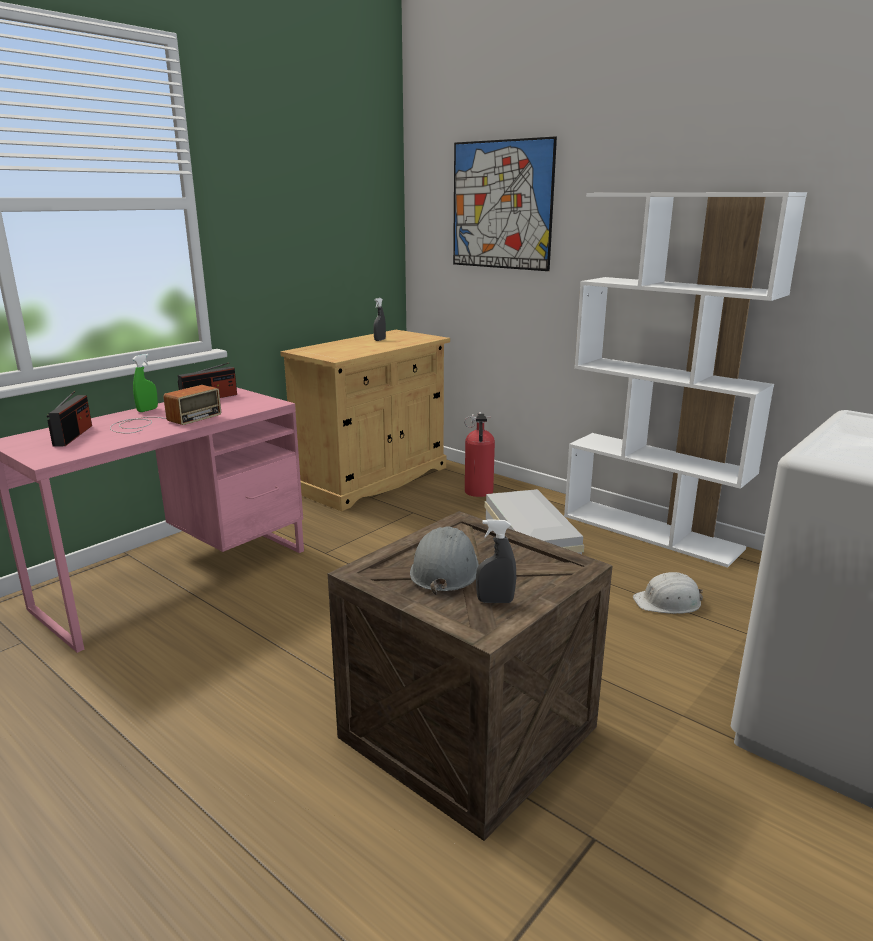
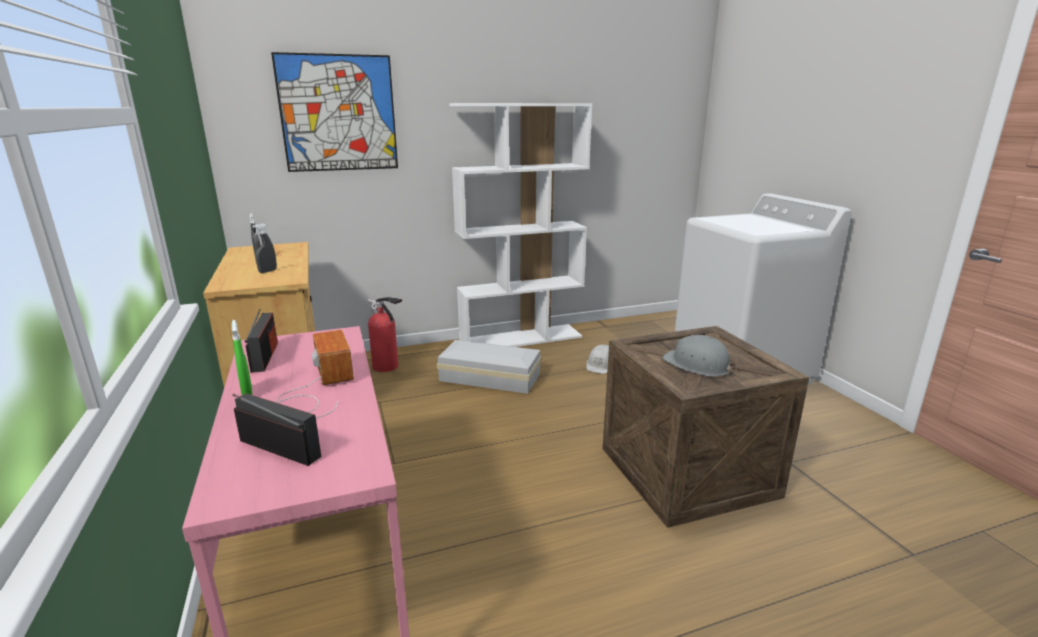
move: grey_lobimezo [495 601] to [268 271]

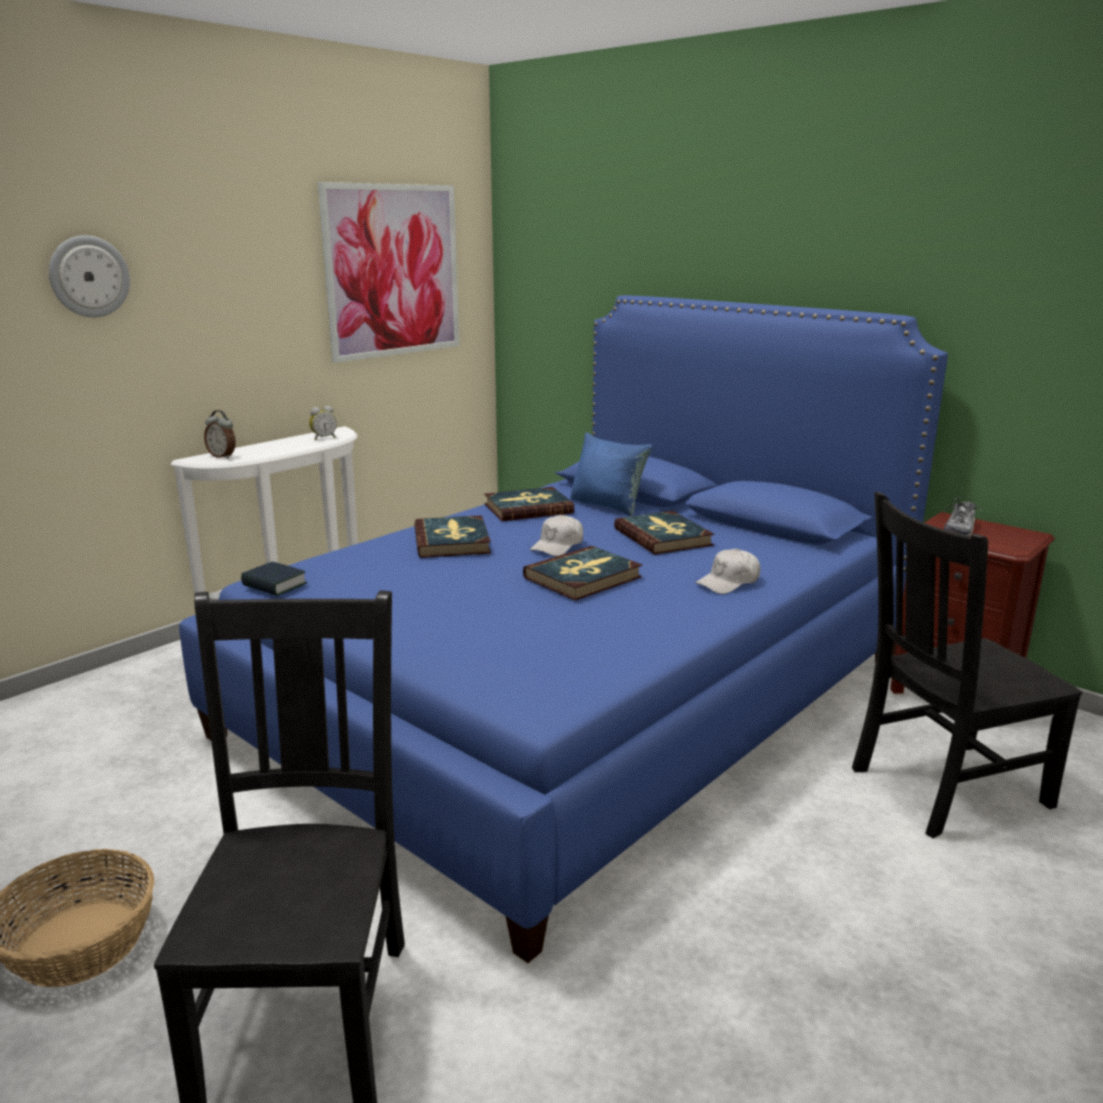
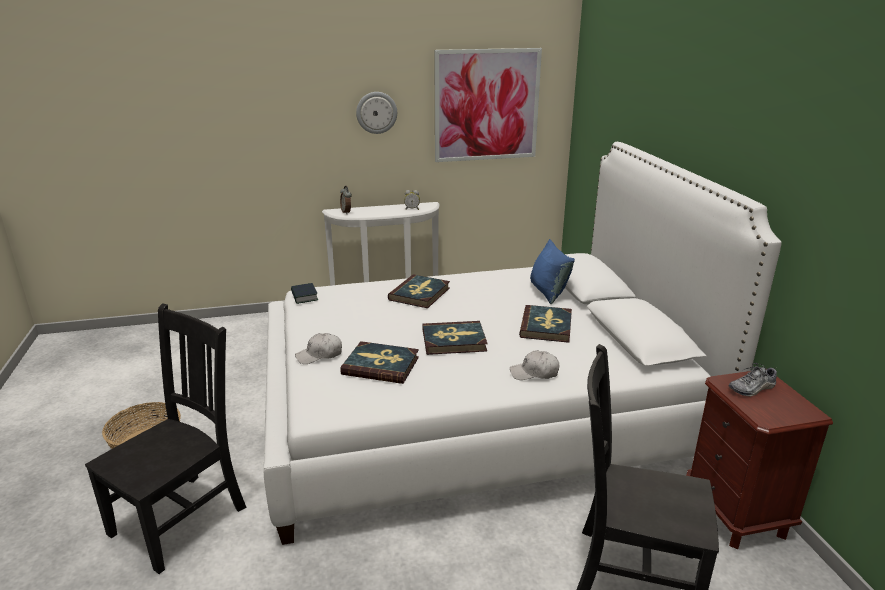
move: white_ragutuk [558 546] to [319 355]; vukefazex [528 508] to [381 365]; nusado [89 276] to [376 112]
recolor: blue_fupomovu [577 695] to white_fupomovu [474 410]

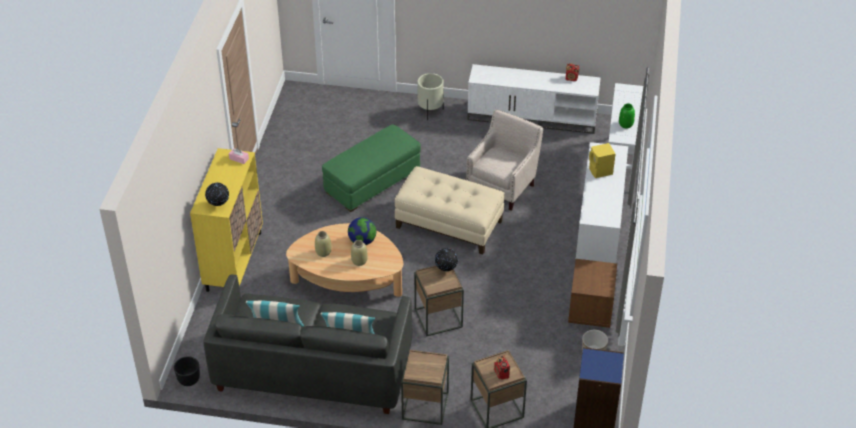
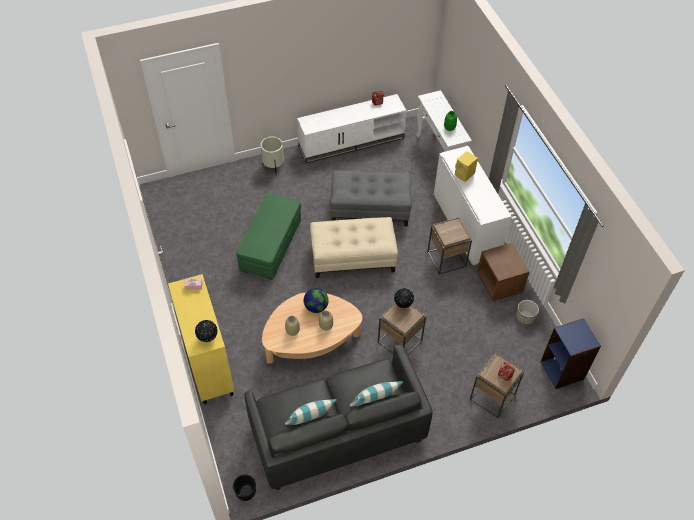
move: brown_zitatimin [425 406] to [446 259]
replace: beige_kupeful [503 186] to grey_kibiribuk [370 208]

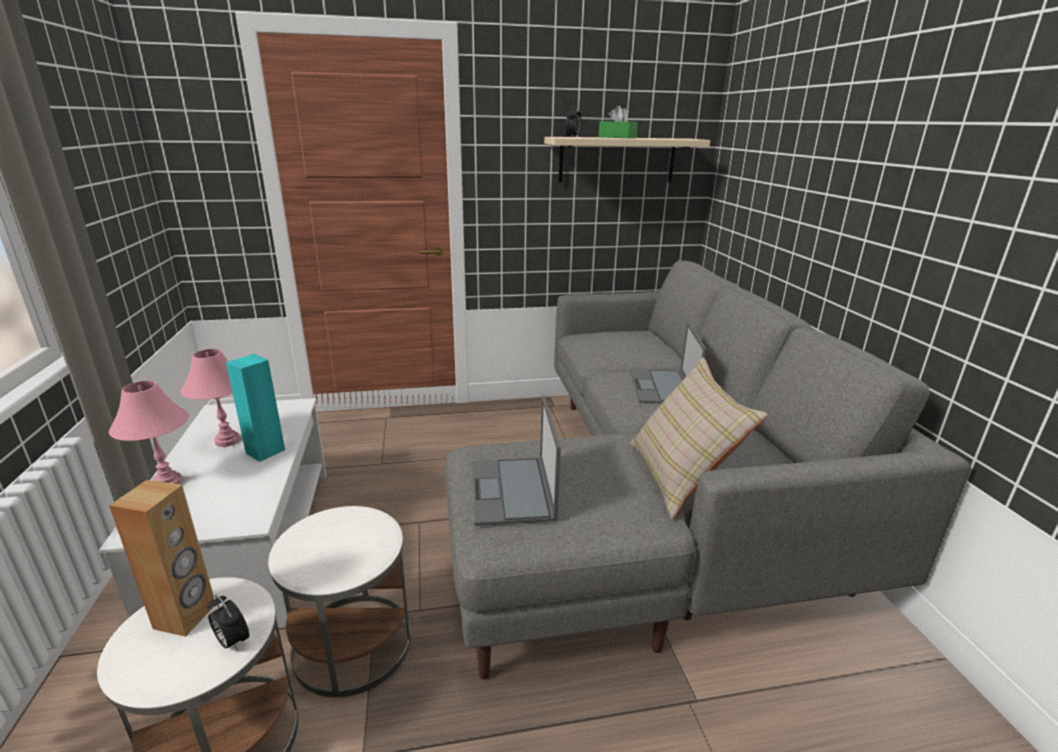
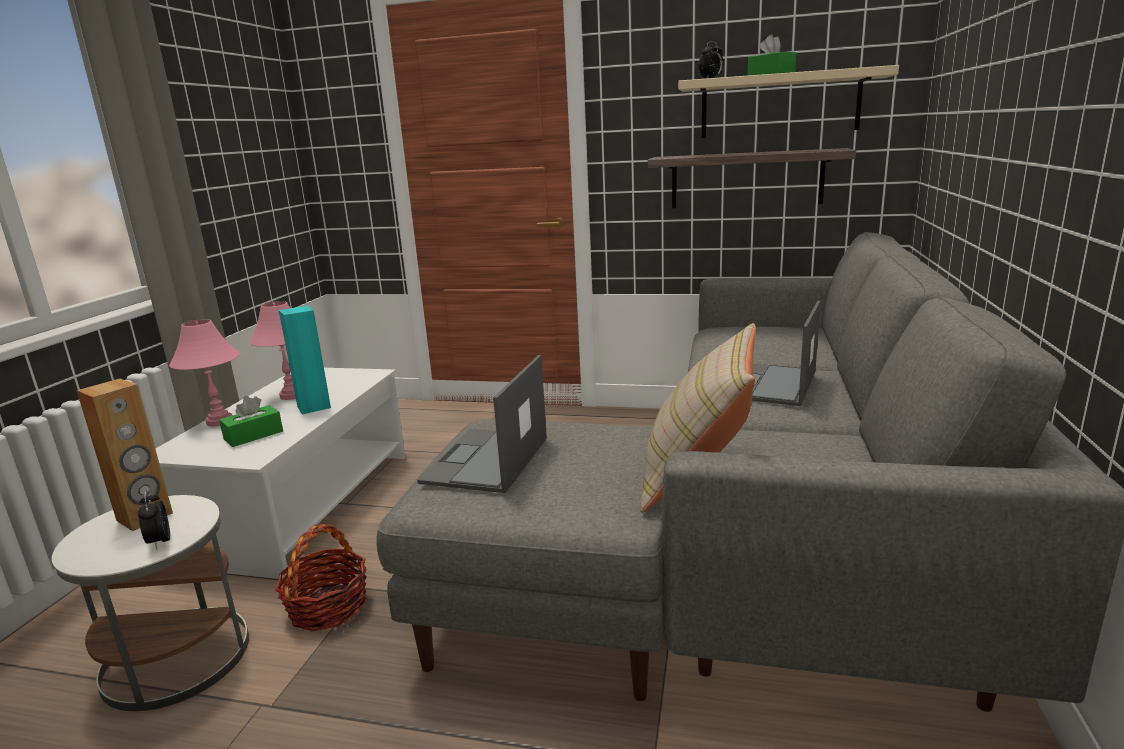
insert: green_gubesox [253 435]; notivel [746 179]
replace: white_zitatimin [352 643] to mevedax [328 607]

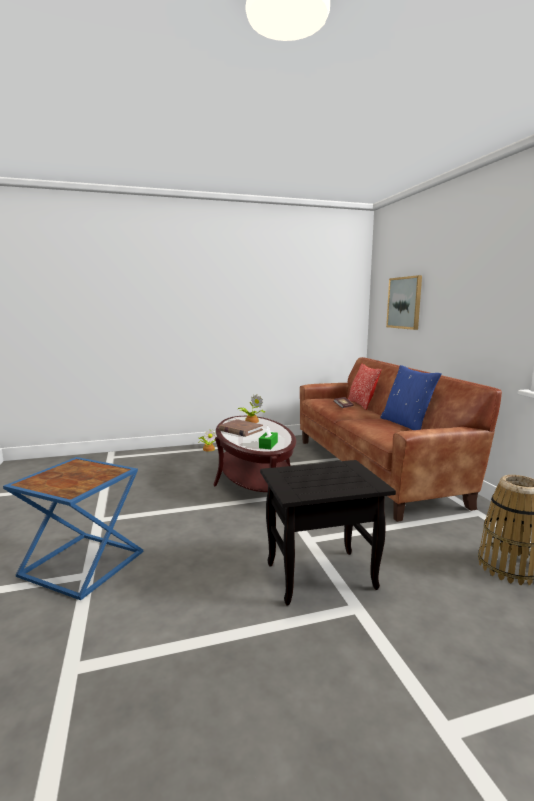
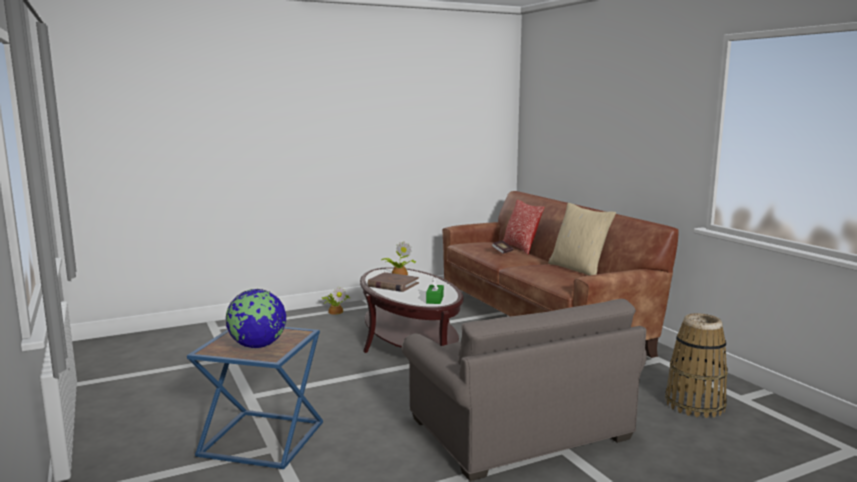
delete: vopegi [404 303]
insert: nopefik [257 346]
replace: black_zitatimin [319 577] to grey_kupeful [518 428]
recolor: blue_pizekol [406 424] to beige_pizekol [578 269]

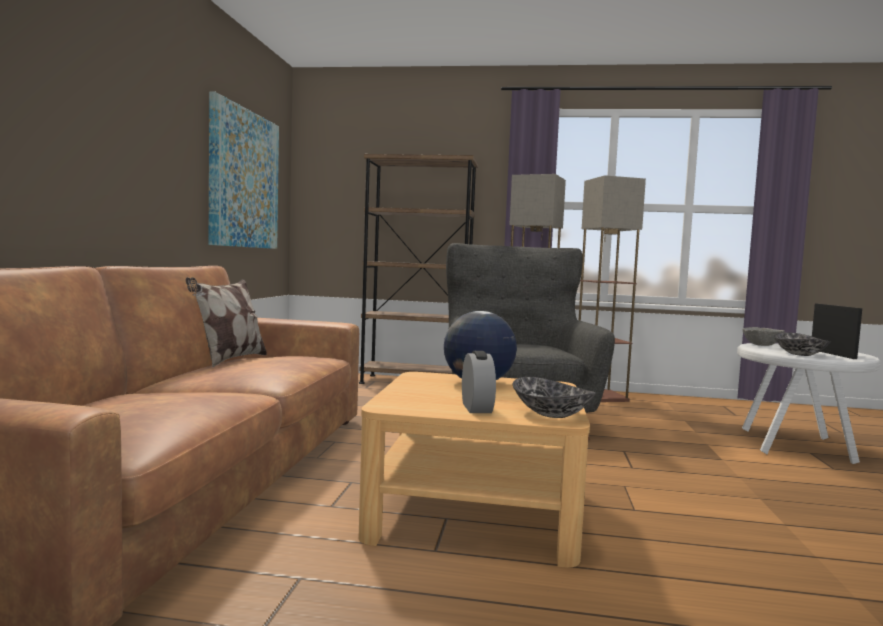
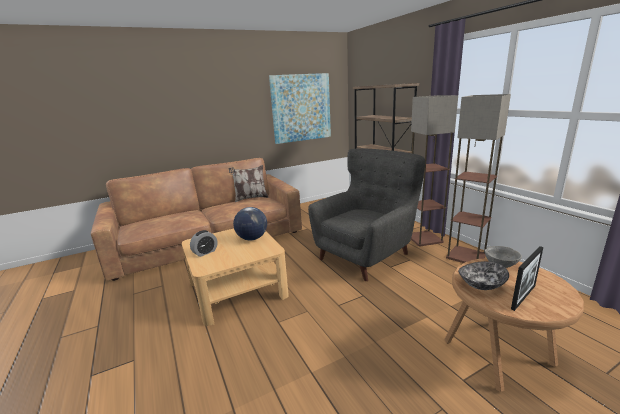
delete: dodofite [552 414]
recolor: white_zitatimin [796 445] to brown_zitatimin [499 353]

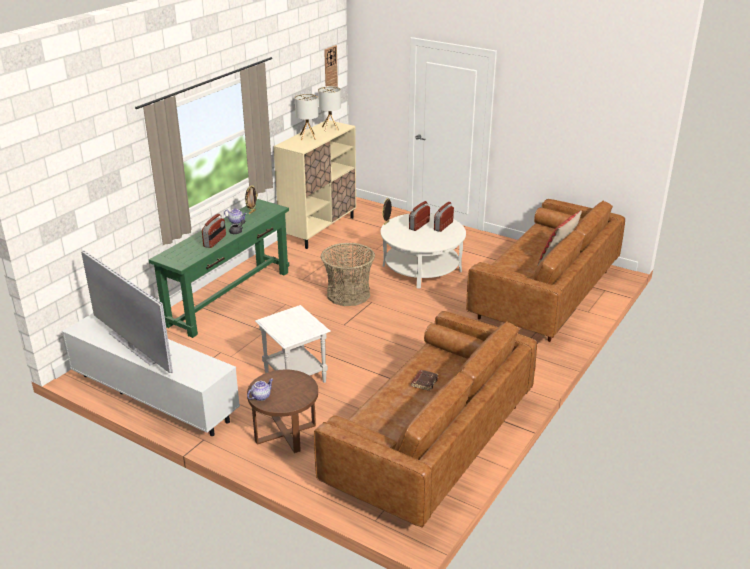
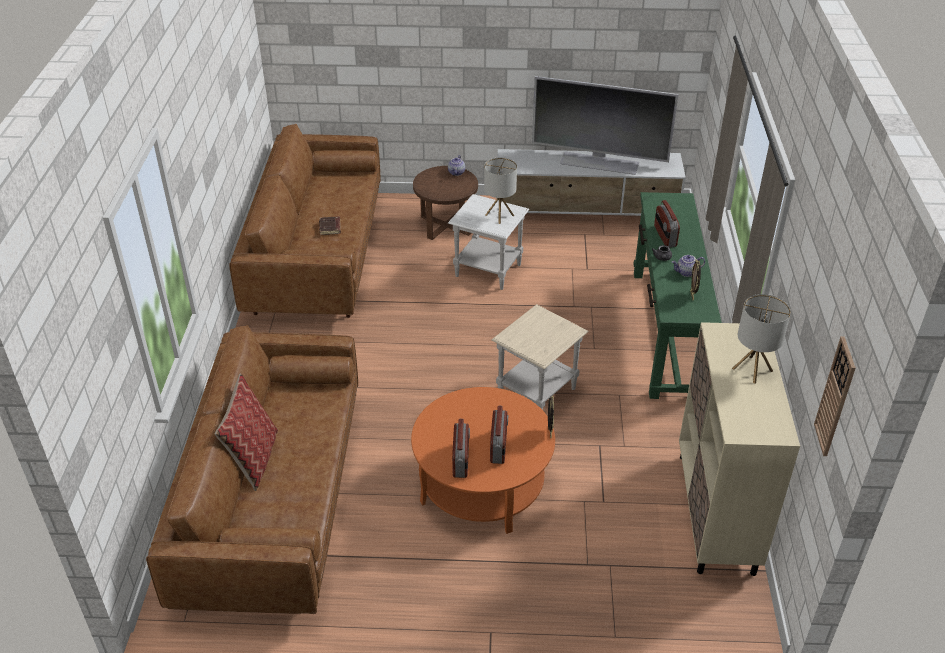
move: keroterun [330 128] to [499 215]
replace: mevedax [348 294] to beige_zitatimin [537 392]
recolor: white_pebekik [422 268] to orange_pebekik [482 484]

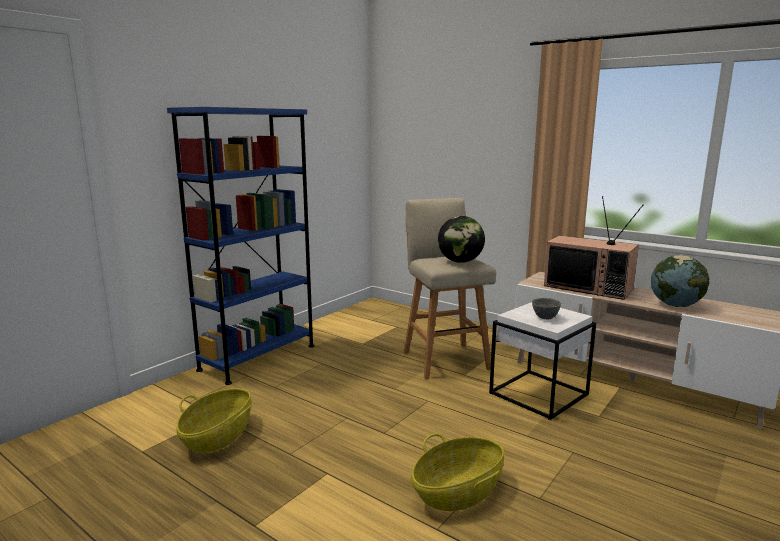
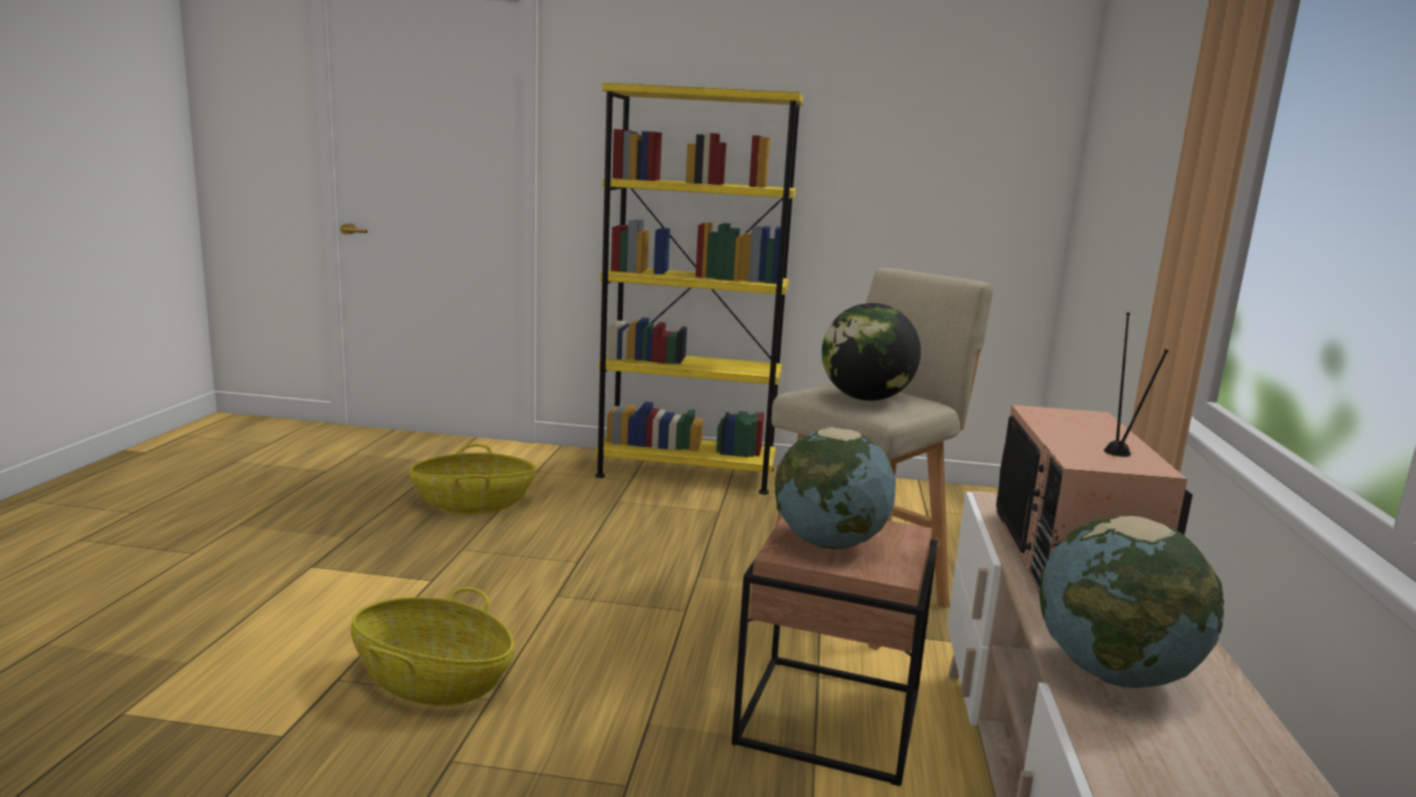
replace: grey_dodofite [545 318] to nopefik [829 543]
recolor: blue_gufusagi [258 357] to yellow_gufusagi [686 473]; white_zitatimin [539 394] to brown_zitatimin [831 719]

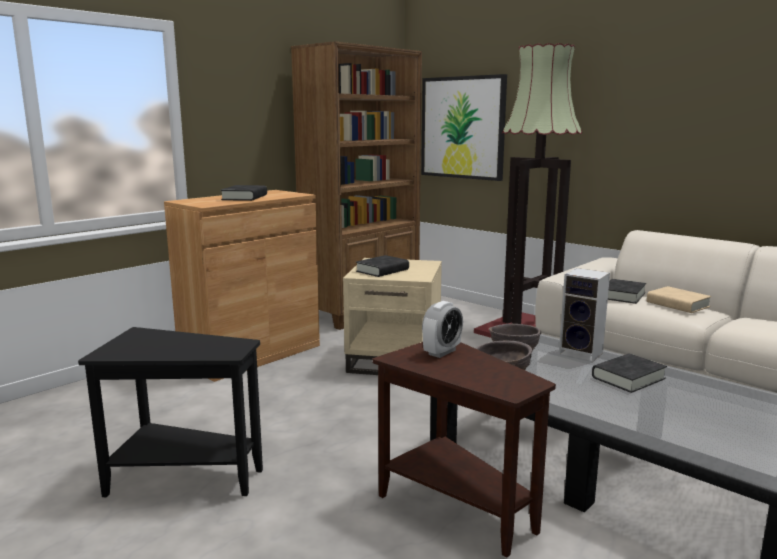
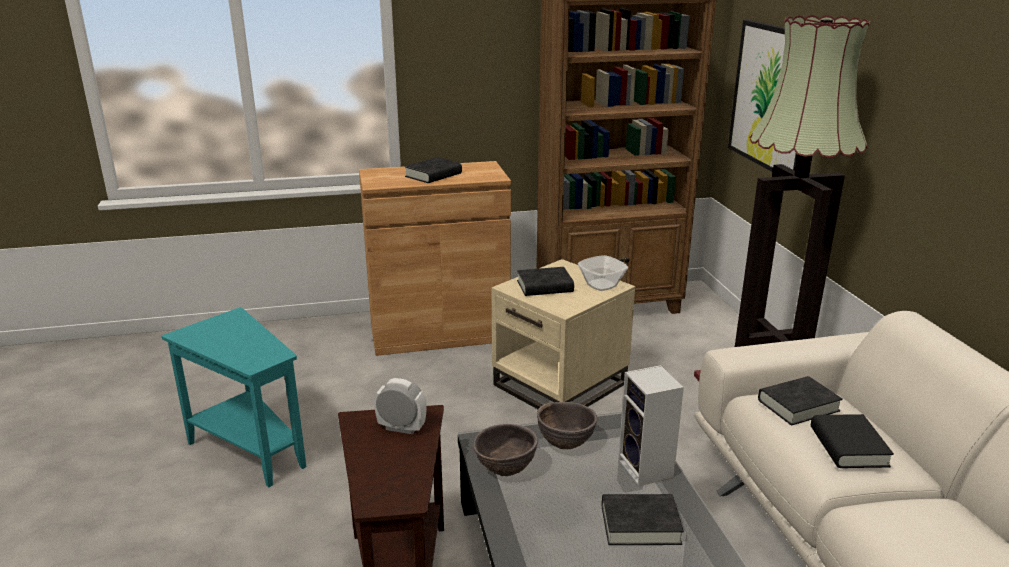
insert: dodofite [601 285]
recolor: black_zitatimin [181 477] to turquoise_zitatimin [250 448]; beige_vukefazex [677 304] to black_vukefazex [848 447]
rotate: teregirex [442 352] = [401 428] 150 degrees counterclockwise

